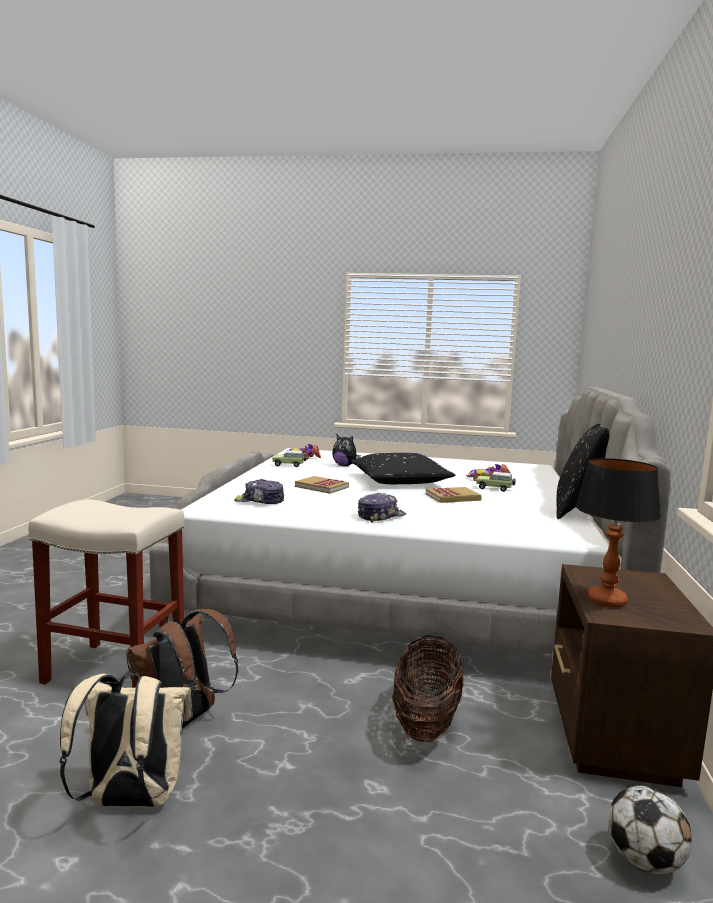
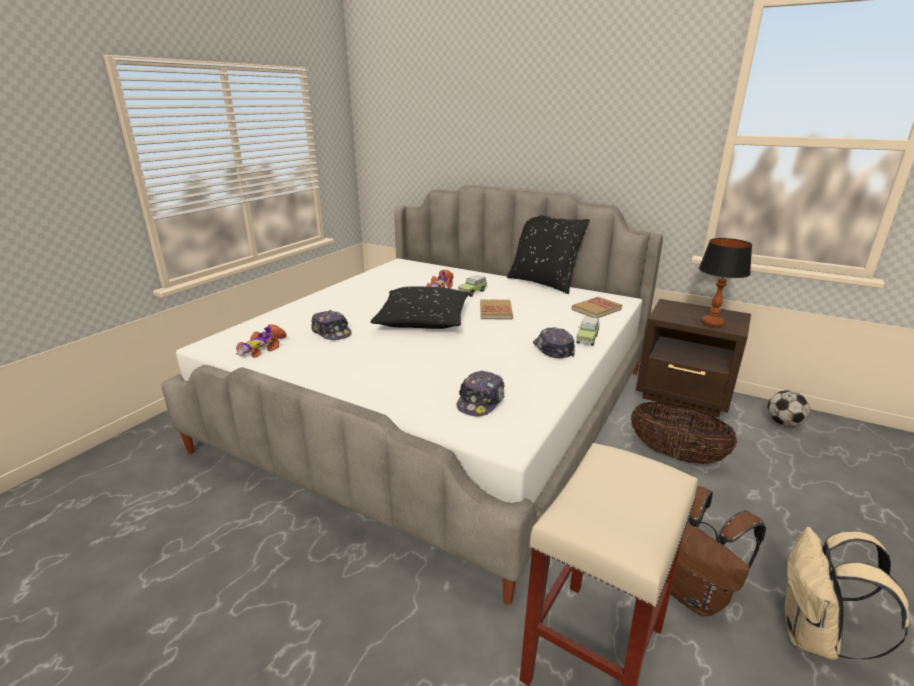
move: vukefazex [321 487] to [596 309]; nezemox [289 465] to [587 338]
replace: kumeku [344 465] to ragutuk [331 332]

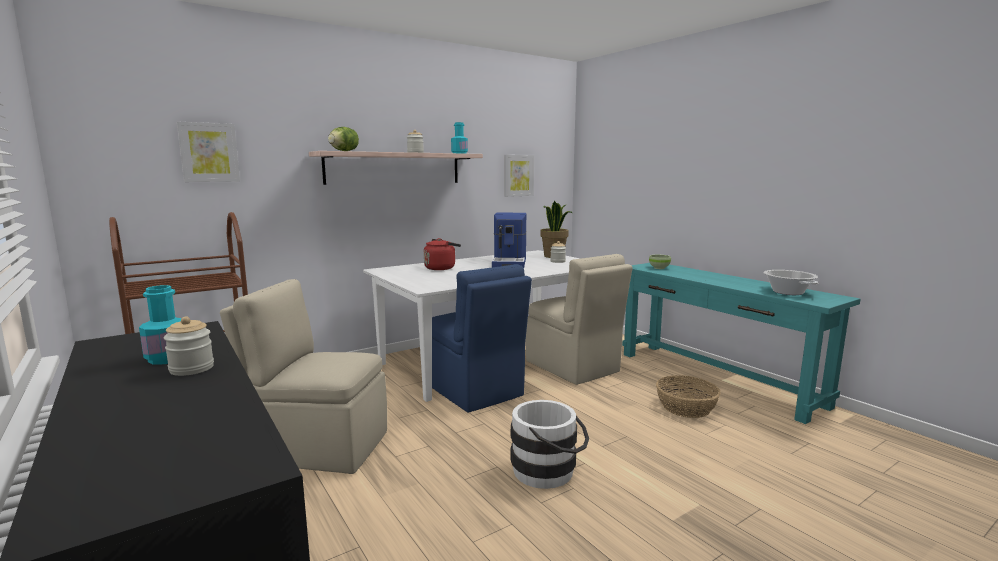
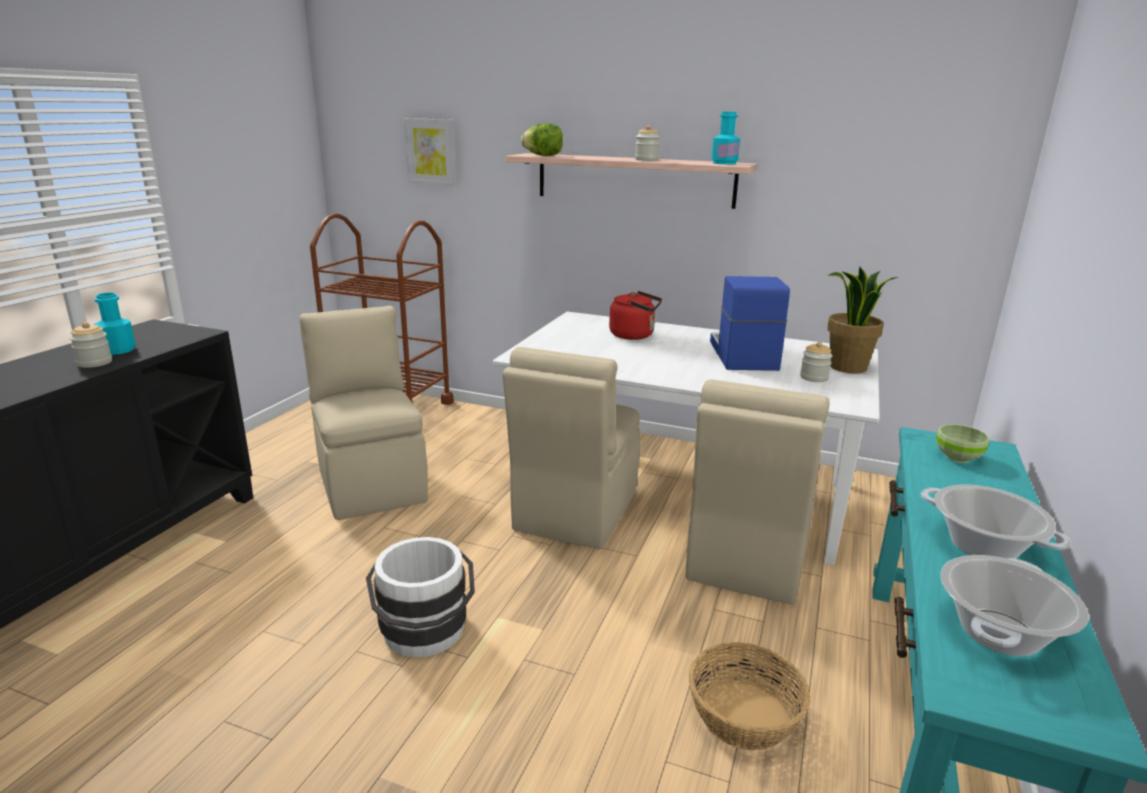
delete: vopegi [518 175]
insert: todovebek [983 546]
recolor: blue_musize [474 390] to beige_musize [574 512]
rotate: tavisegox [510 262] = [741 355] 120 degrees clockwise

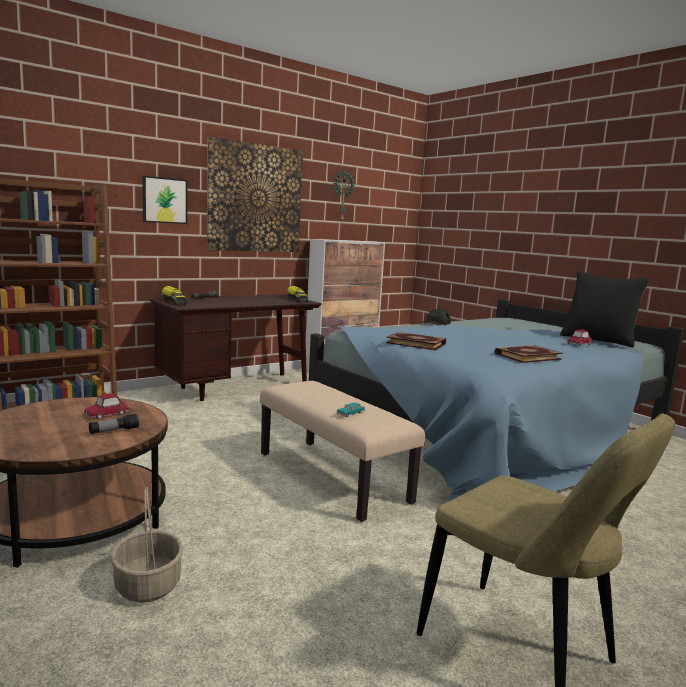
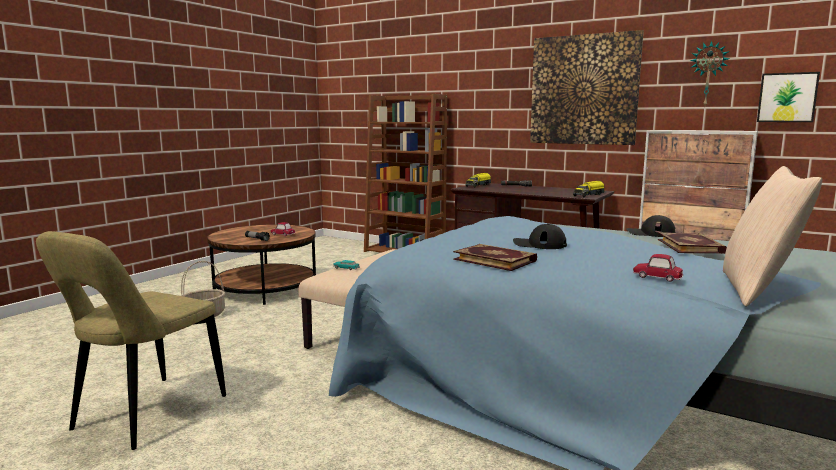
insert: black_ragutuk [539 244]
move: vukefazex [416 343] to [691 246]; vopegi [164 200] to [787 97]
recolor: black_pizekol [599 340] to beige_pizekol [757 290]

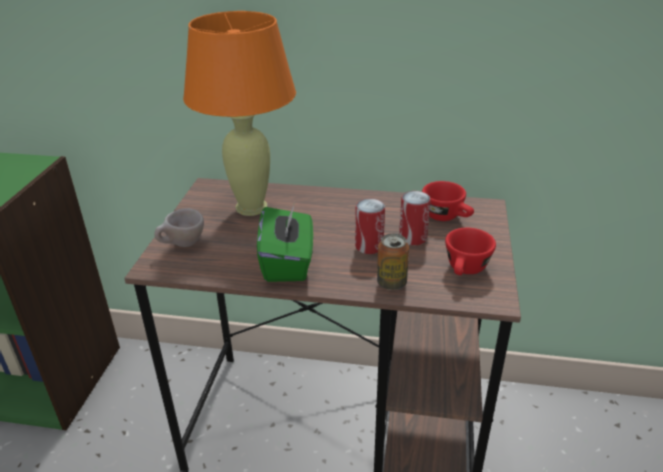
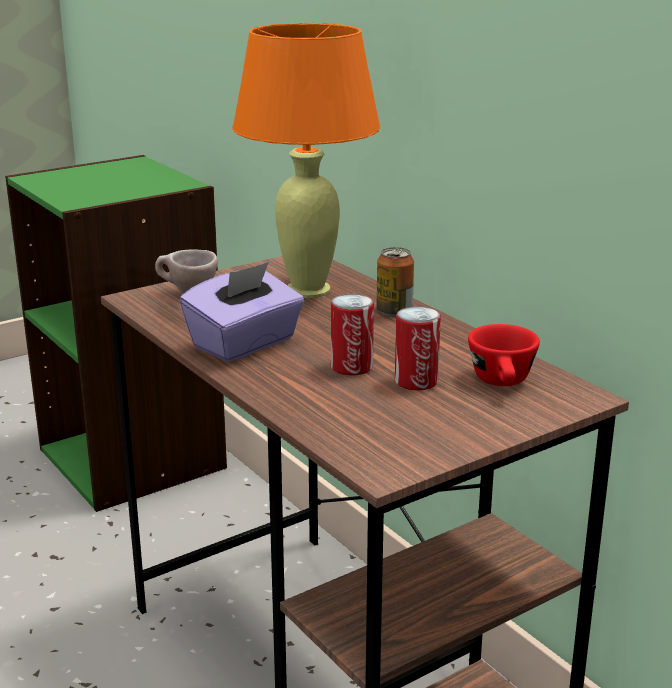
delete: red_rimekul [465 270]
move: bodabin [391 283] to [394 311]
recolor: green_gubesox [287 263] to purple_gubesox [245 344]

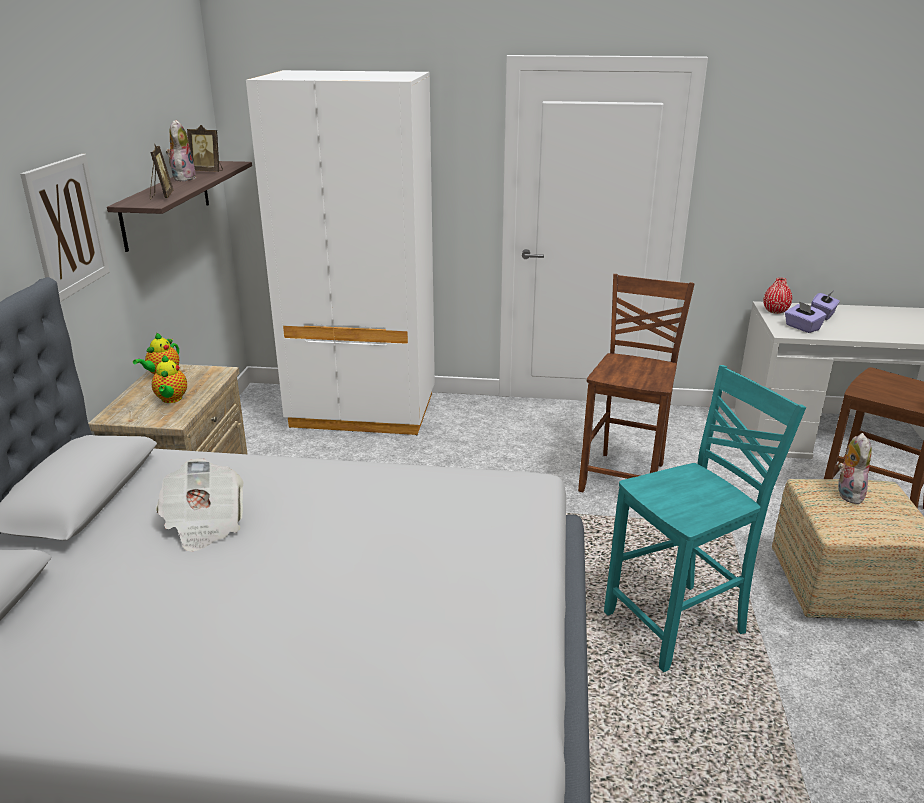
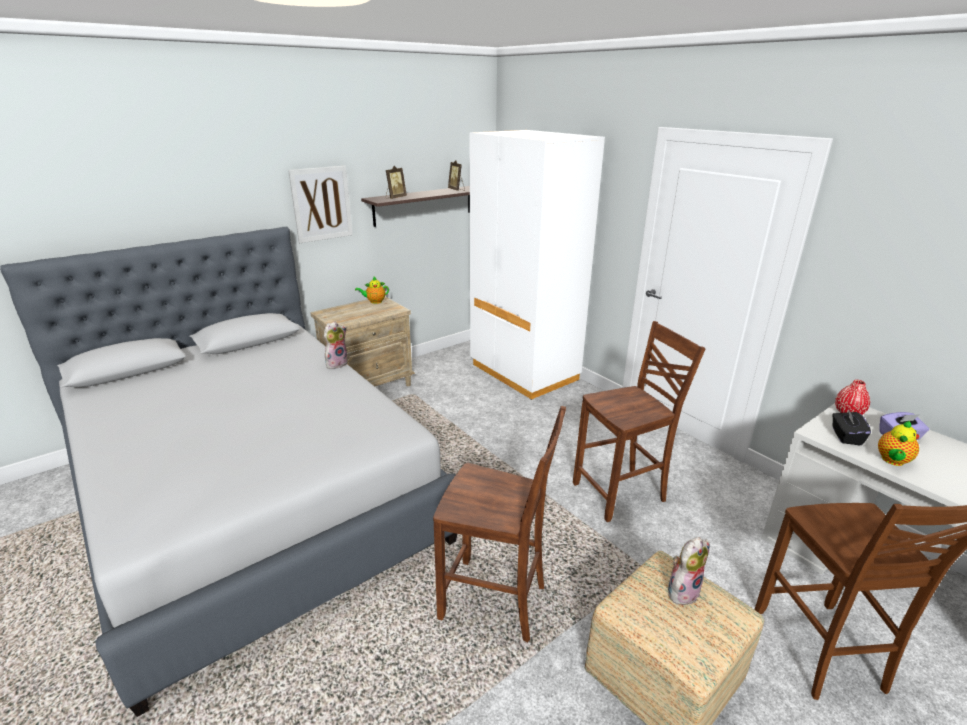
delete: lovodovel [204 524]
move: kumeku [183 178] to [337 363]; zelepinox [171 399] to [892 461]
recolor: turquoise_musize [679 625] to brown_musize [495 602]; purple_gubesox [802 327] to black_gubesox [845 436]

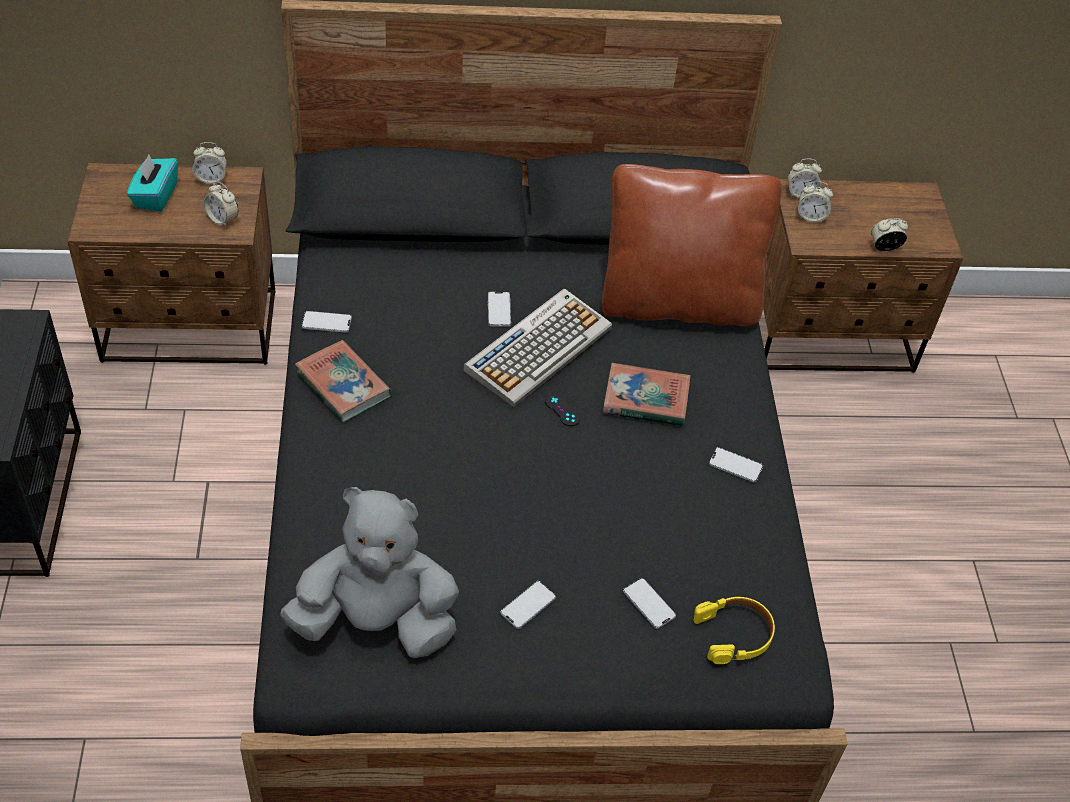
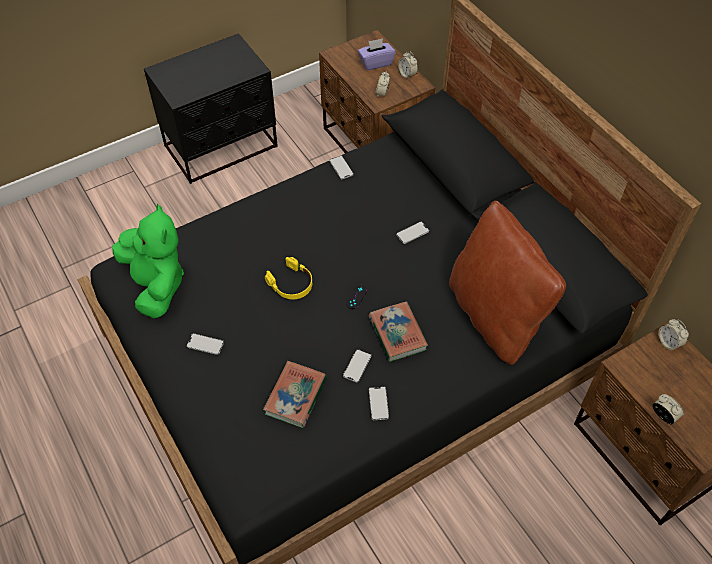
delete: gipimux [538 347]; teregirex [810 217]
move: vukefazex [343 385] to [296 396]; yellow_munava [734 634] to [291 284]; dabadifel [649 604] to [357 366]
recolor: grey_kumeku [376 622] to green_kumeku [156 285]; turquoise_gubesox [155 196] to purple_gubesox [376 63]

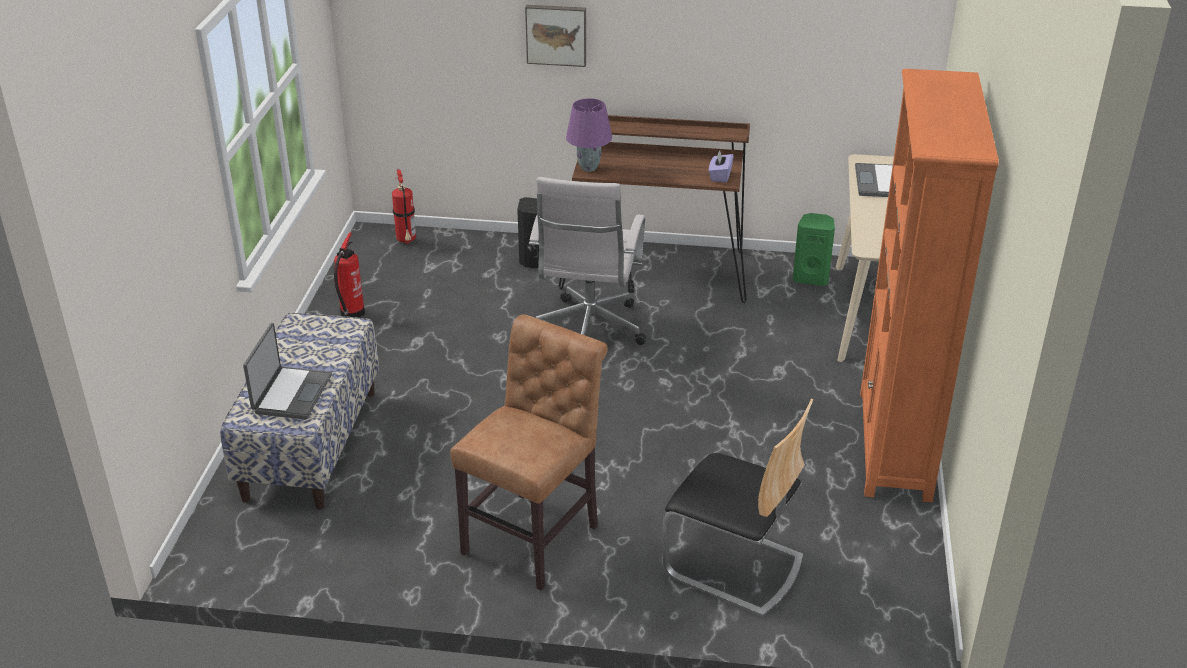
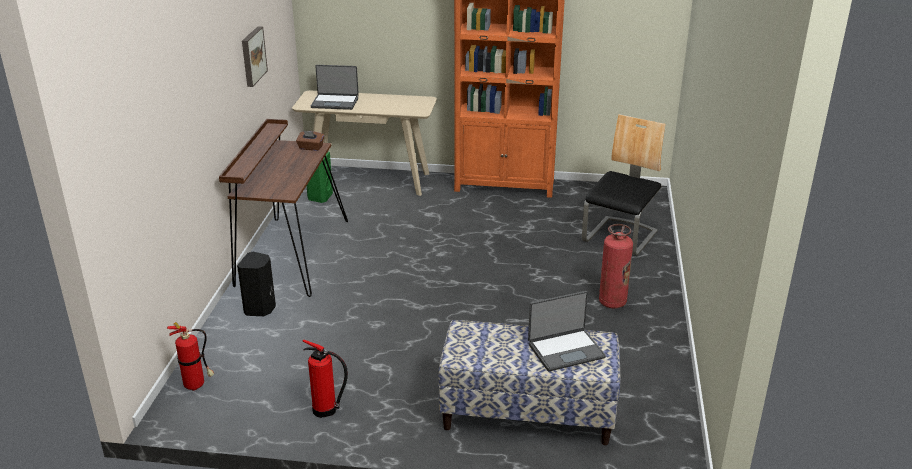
delete: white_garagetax [588 332]; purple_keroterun [589 168]
move: vopegi [556 34] to [252 56]
replace: brown_musize [535 536] to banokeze [612 302]
recolor: purple_gubesox [720 176] to brown_gubesox [310 148]
rotate: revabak [291 394] = [565 350] 150 degrees clockwise

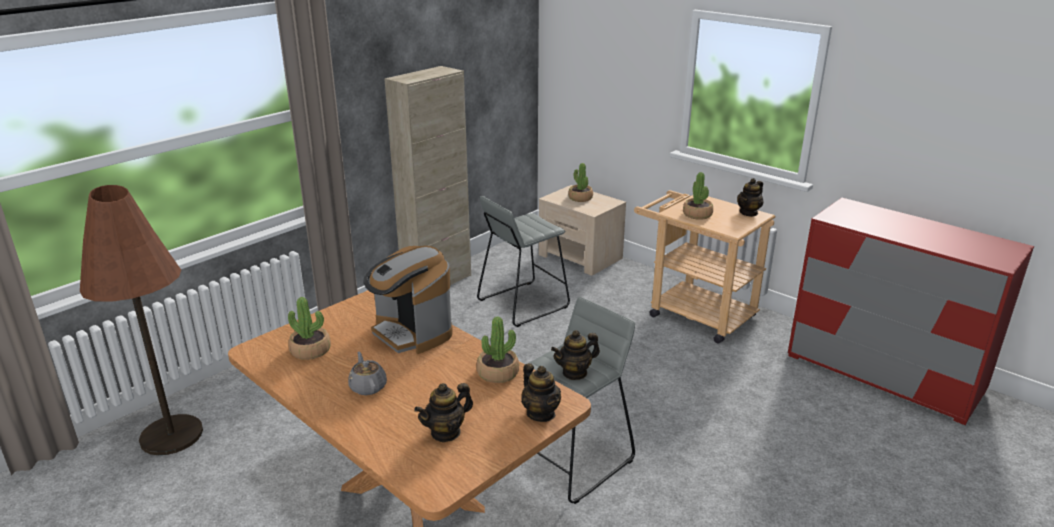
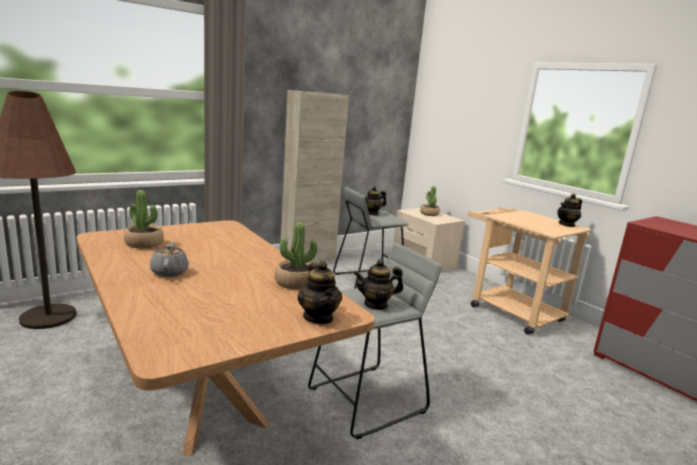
delete: tavisegox [412 332]; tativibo [697 214]
move: zelepinox [446 432] to [372 213]

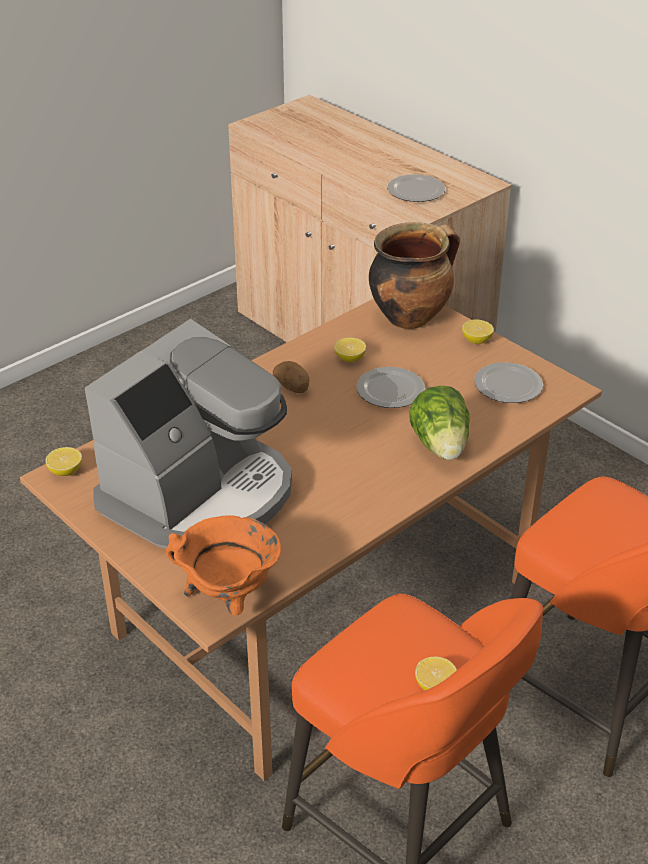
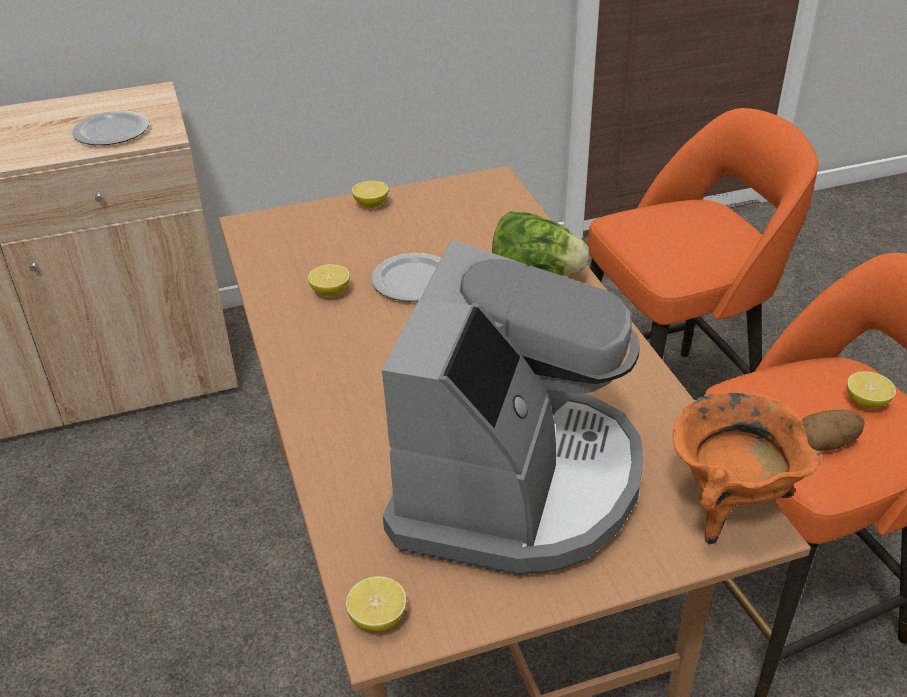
delete: todovebek [410 317]; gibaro [507 386]
move: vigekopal [293 387] to [826 443]
rotate: tavisegox [200 495] = [516 482] 45 degrees clockwise

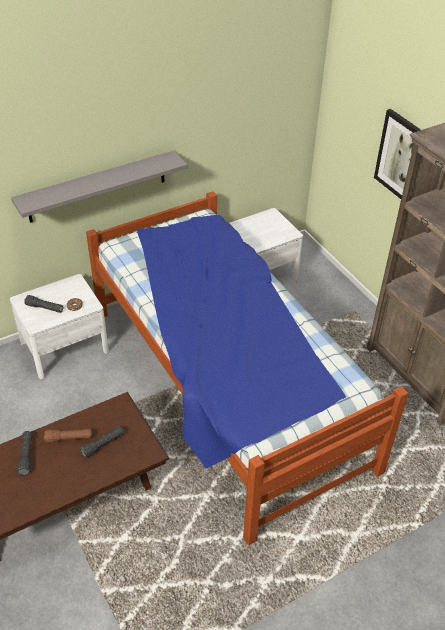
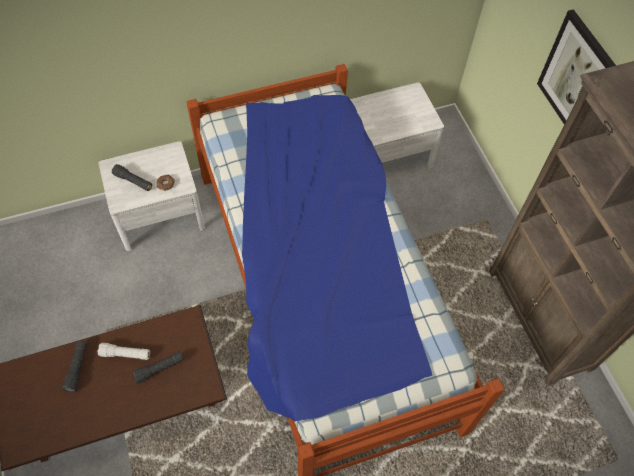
delete: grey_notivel [97 187]
recolor: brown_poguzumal [69 438] to white_poguzumal [125 354]

